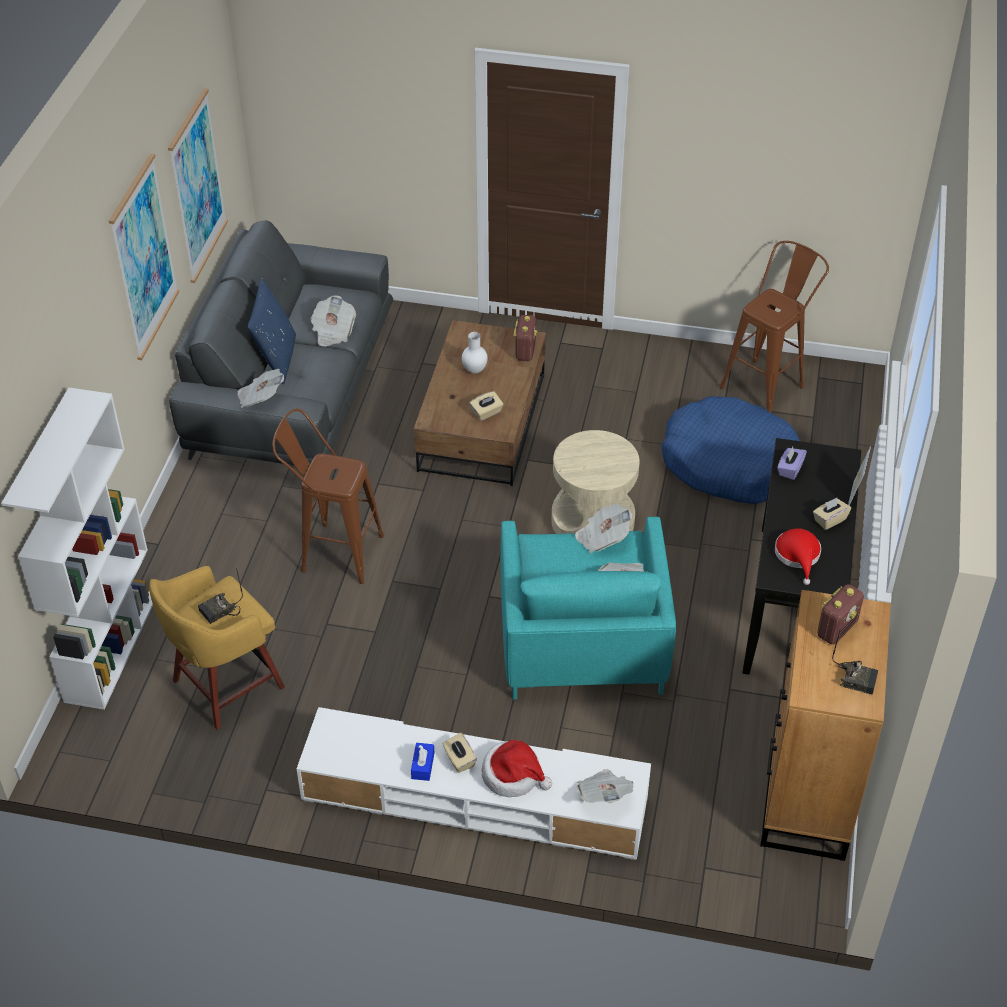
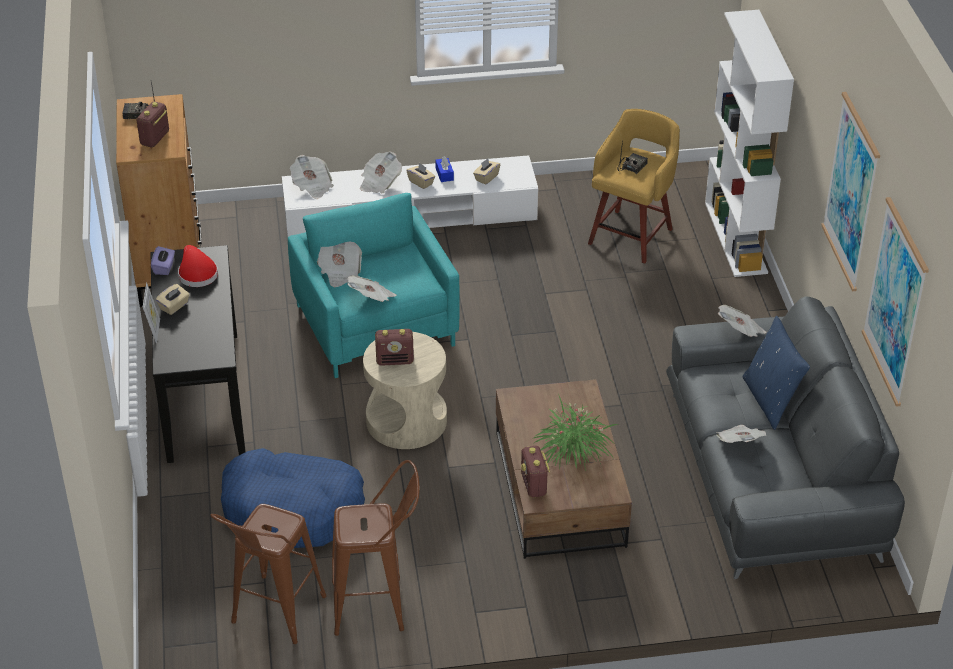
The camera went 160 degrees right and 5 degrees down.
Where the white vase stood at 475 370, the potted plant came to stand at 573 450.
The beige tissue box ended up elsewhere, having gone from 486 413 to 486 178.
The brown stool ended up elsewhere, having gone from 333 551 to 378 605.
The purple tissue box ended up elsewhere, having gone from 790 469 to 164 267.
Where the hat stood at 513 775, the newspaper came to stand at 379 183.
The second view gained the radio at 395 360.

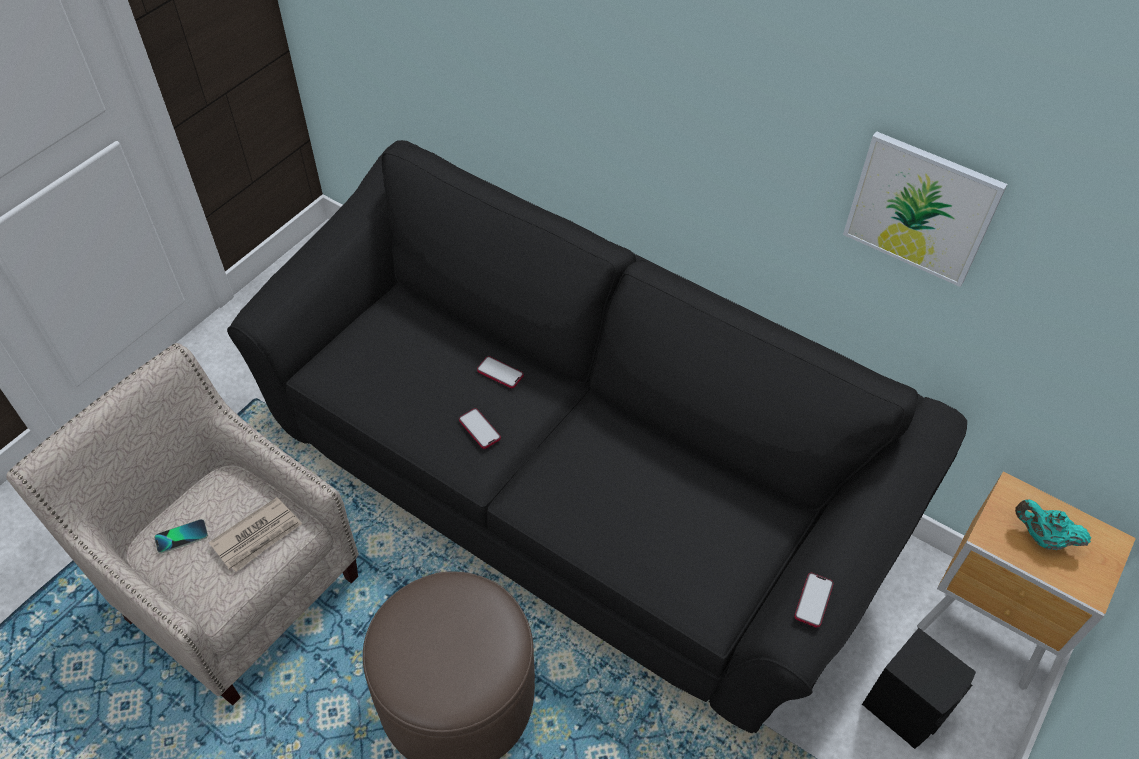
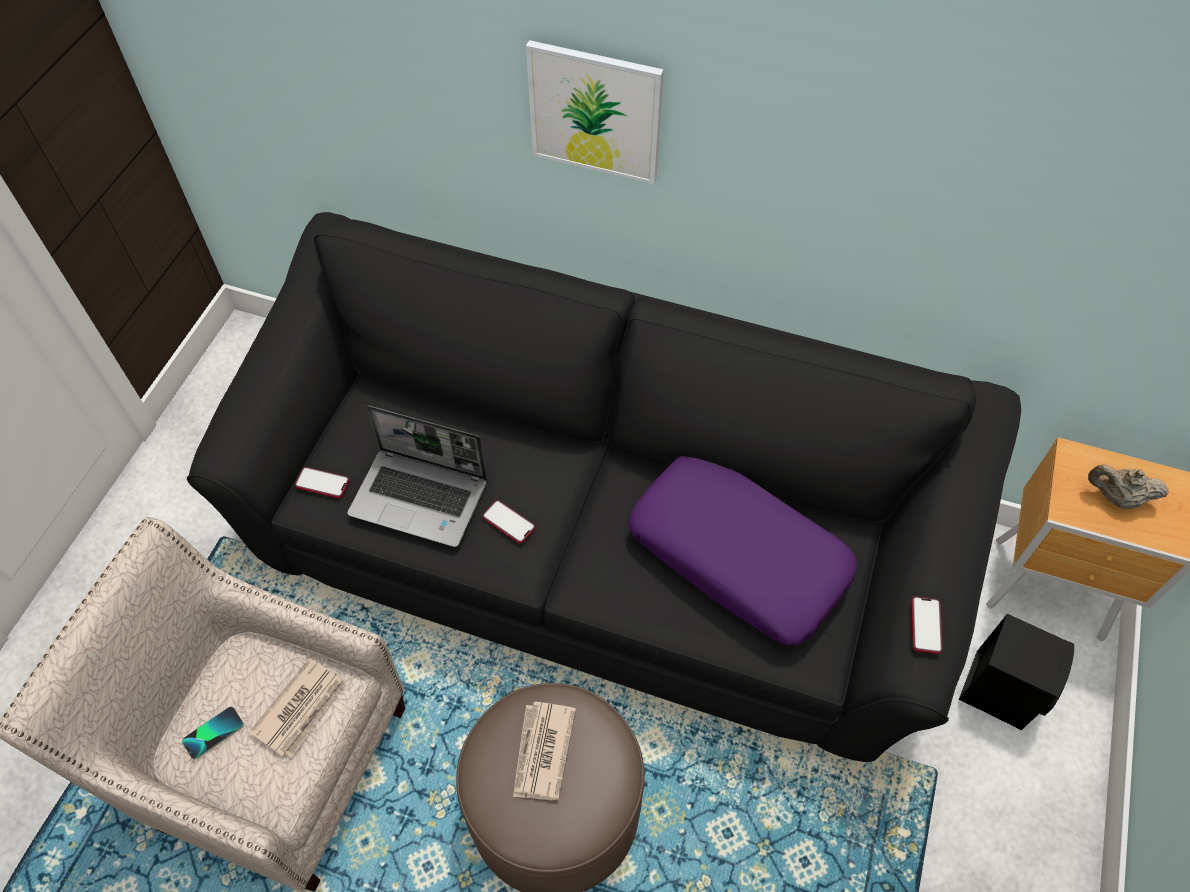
The camera went 15 degrees left and 5 degrees up.
The picture ended up elsewhere, having gone from 921 208 to 595 112.
The phone ended up elsewhere, having gone from 500 373 to 322 483.
What was the turquoise teapot at 1042 538 turned into the beige teapot at 1116 498.
The second view gained the laptop at 421 497.
The second view gained the purple pillow at 739 555.
The second view gained the newspaper at 542 752.

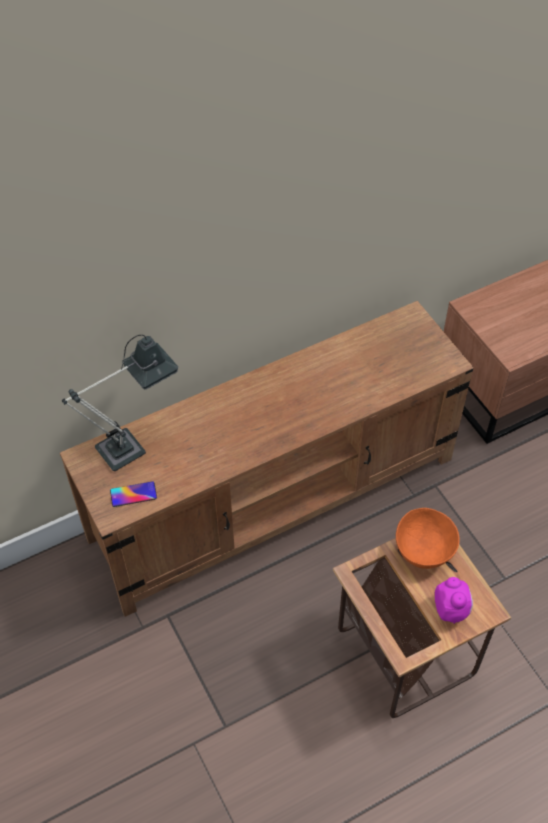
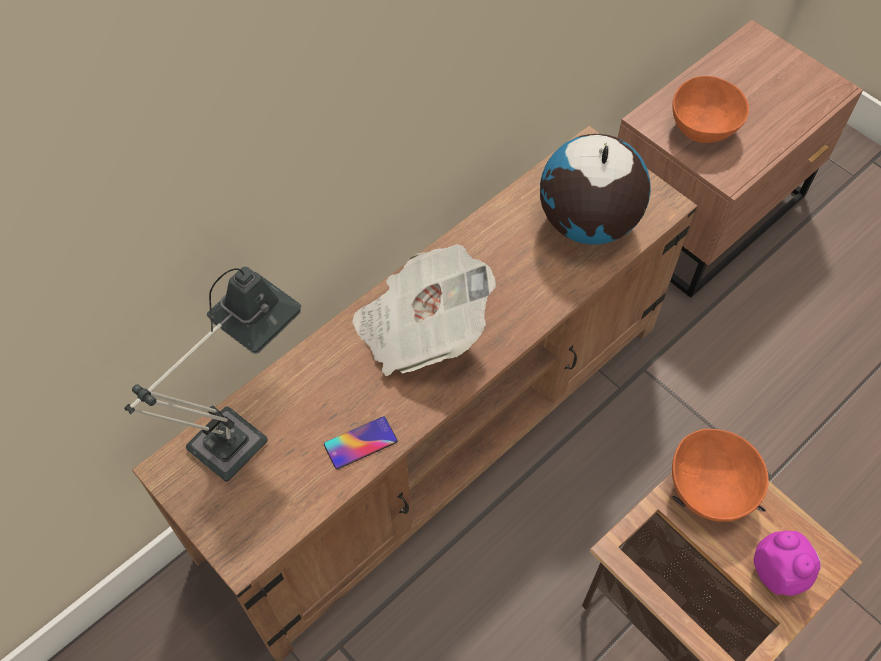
The camera went 15 degrees left and 5 degrees up.
The phone ended up elsewhere, having gone from 133 494 to 360 443.
The second view gained the orange bowl at 703 127.
The second view gained the globe at 586 223.
The second view gained the newspaper at 421 329.

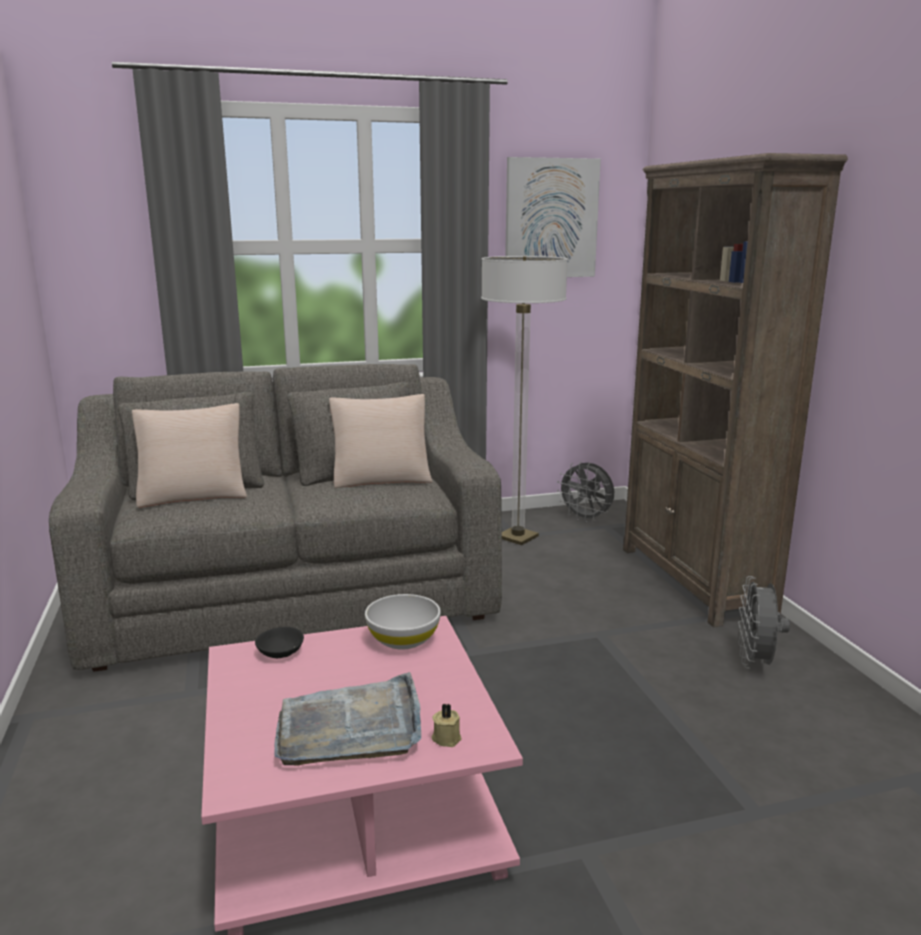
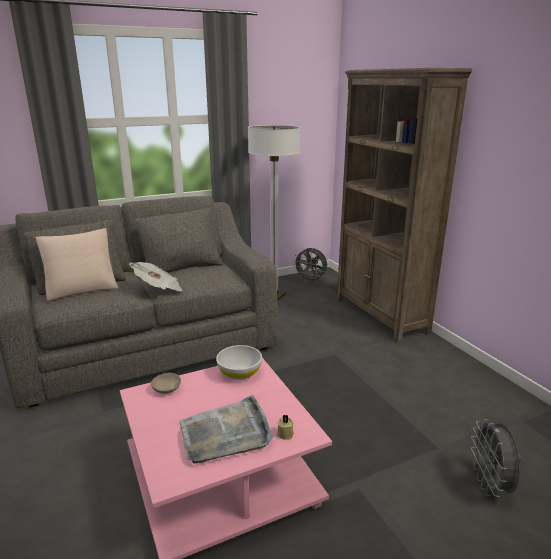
The camera went 10 degrees left and 5 degrees up.
The second view lost the picture at 551 218.
The second view lost the beige pillow at 381 477.
The grey fan ended up elsewhere, having gone from 755 663 to 490 485.
What was the black bowl at 279 652 turned into the beige bowl at 166 389.
The second view gained the newspaper at 158 289.

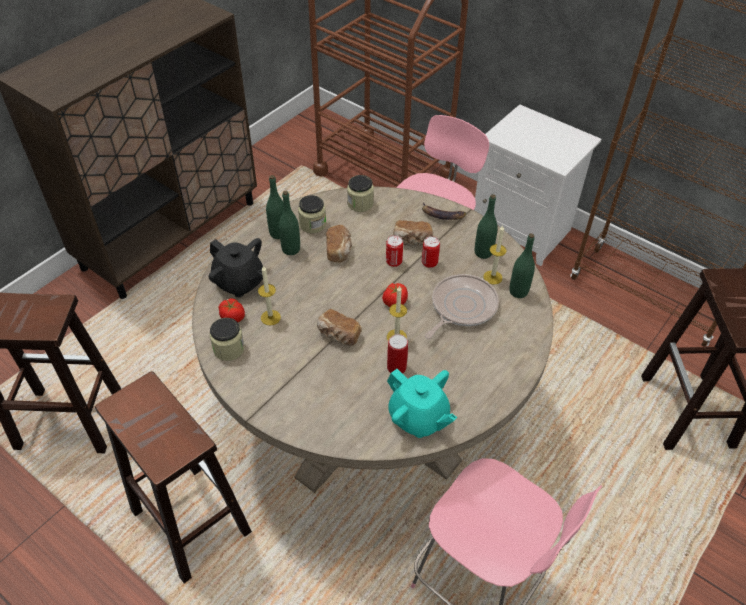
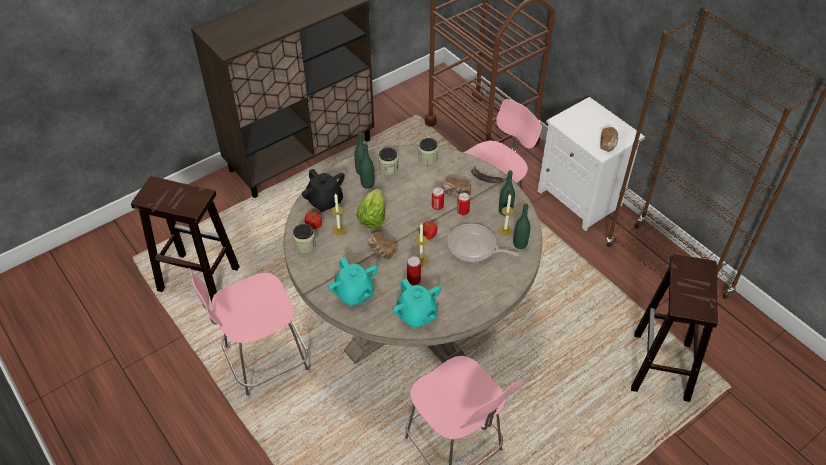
The camera went 15 degrees right and 0 degrees up.
The bread ended up elsewhere, having gone from 339 250 to 608 144.
The frying pan at 461 307 ended up facing another way, 120 degrees counterclockwise from before.
Where the brown stool stood at 189 520, the pink chair came to stand at 264 363.
The second view gained the lettuce at 372 217.
The second view gained the turquoise teapot at 354 294.

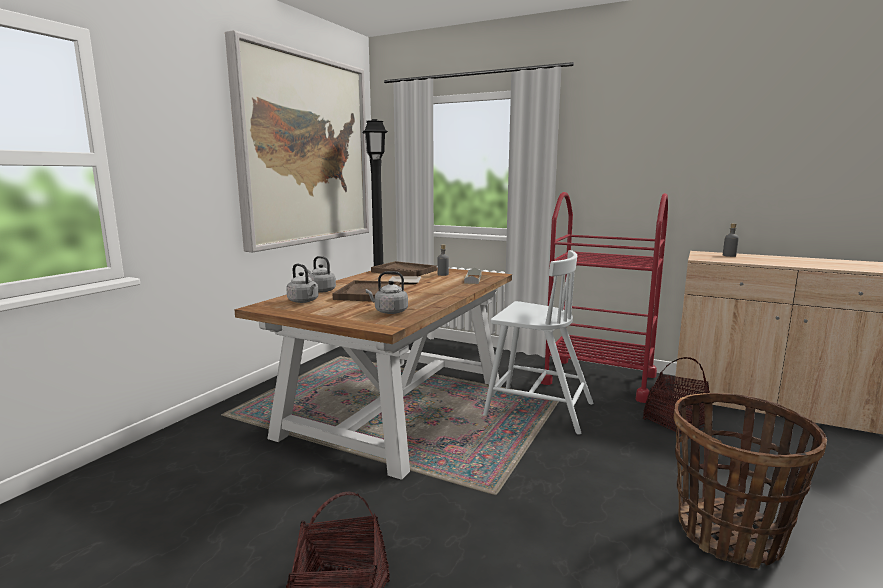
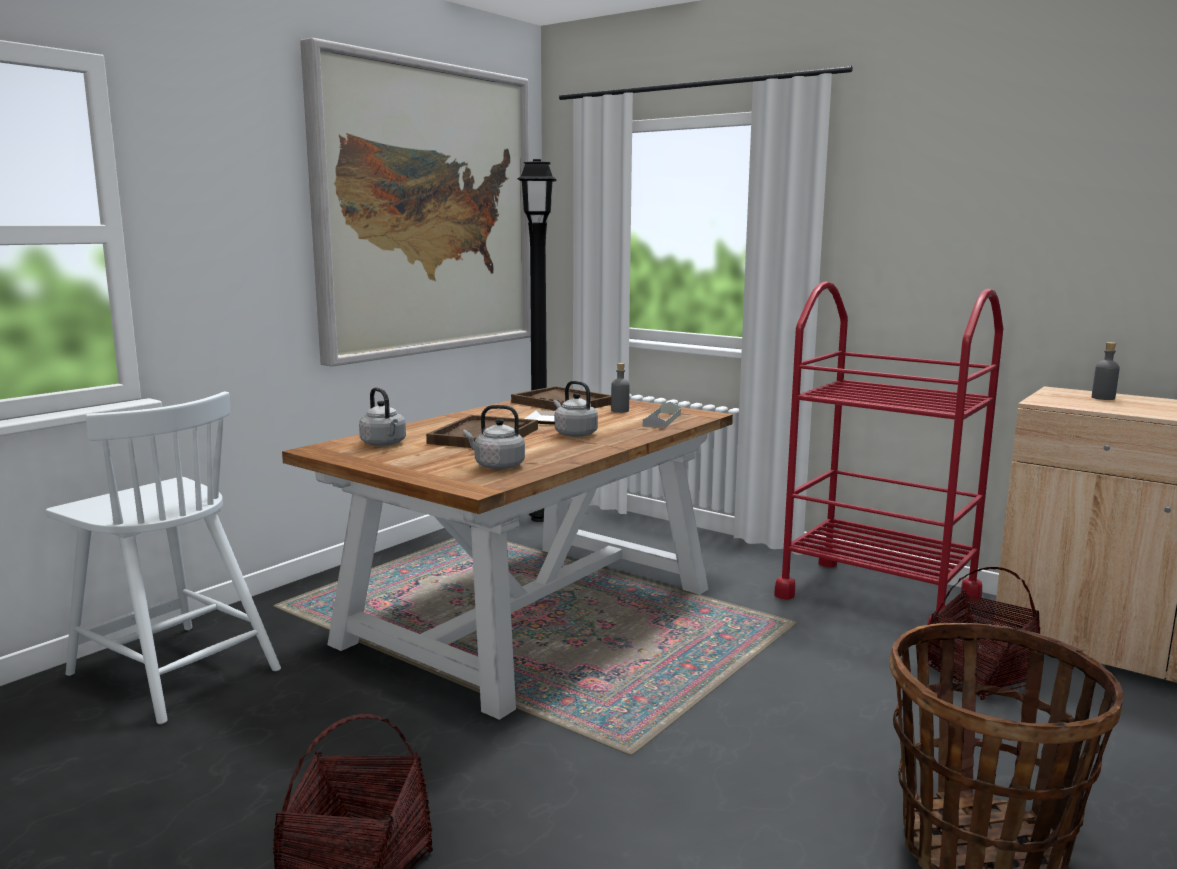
The camera went 10 degrees right and 0 degrees up.
The white chair ended up elsewhere, having gone from 537 409 to 172 670.
The grey kettle ended up elsewhere, having gone from 320 290 to 574 434.

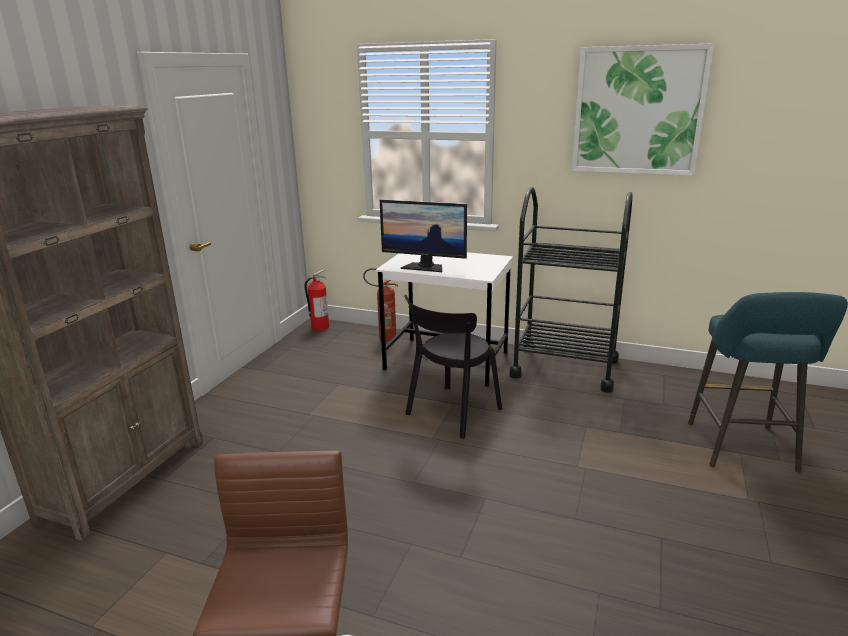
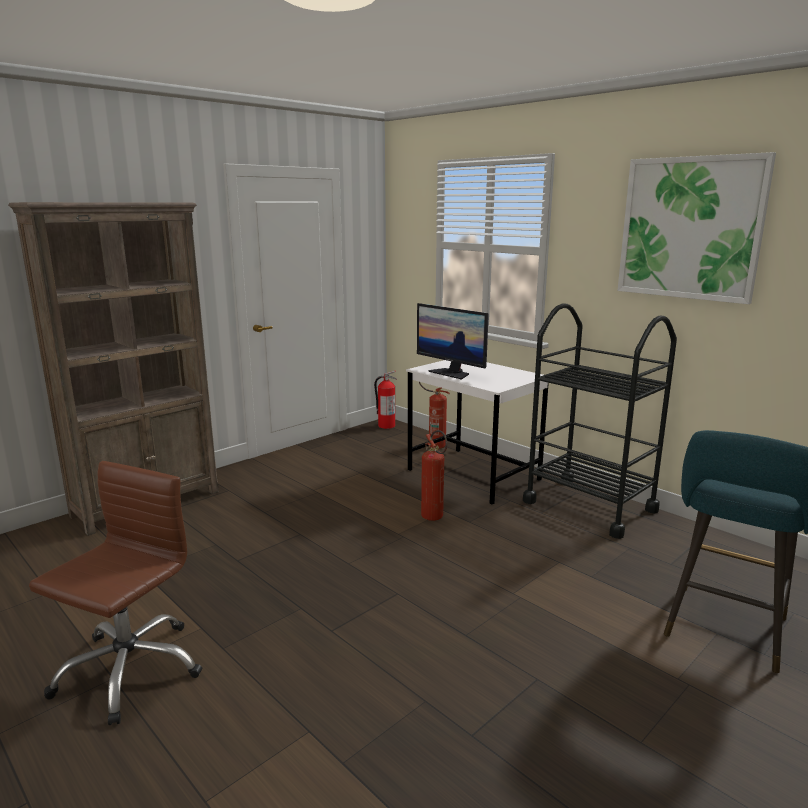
The camera went 25 degrees right and 5 degrees down.
Where the black chair stood at 451 413, the fire extinguisher came to stand at 434 518.

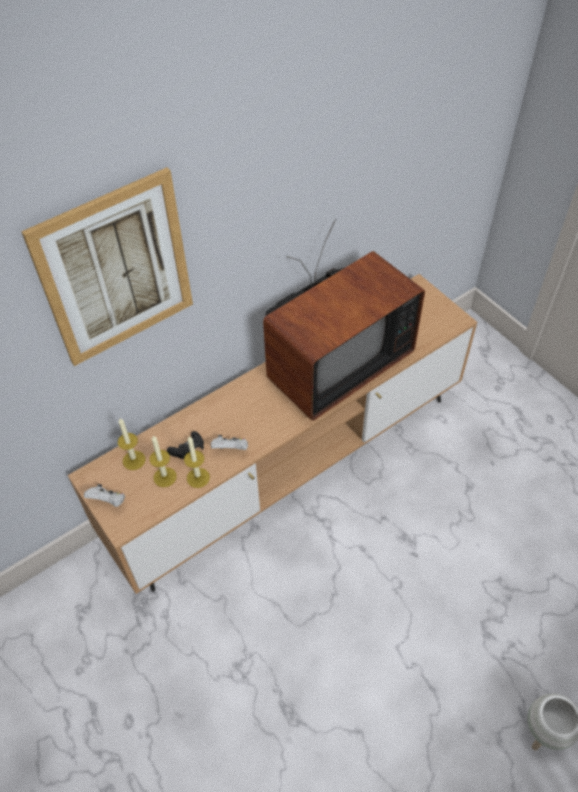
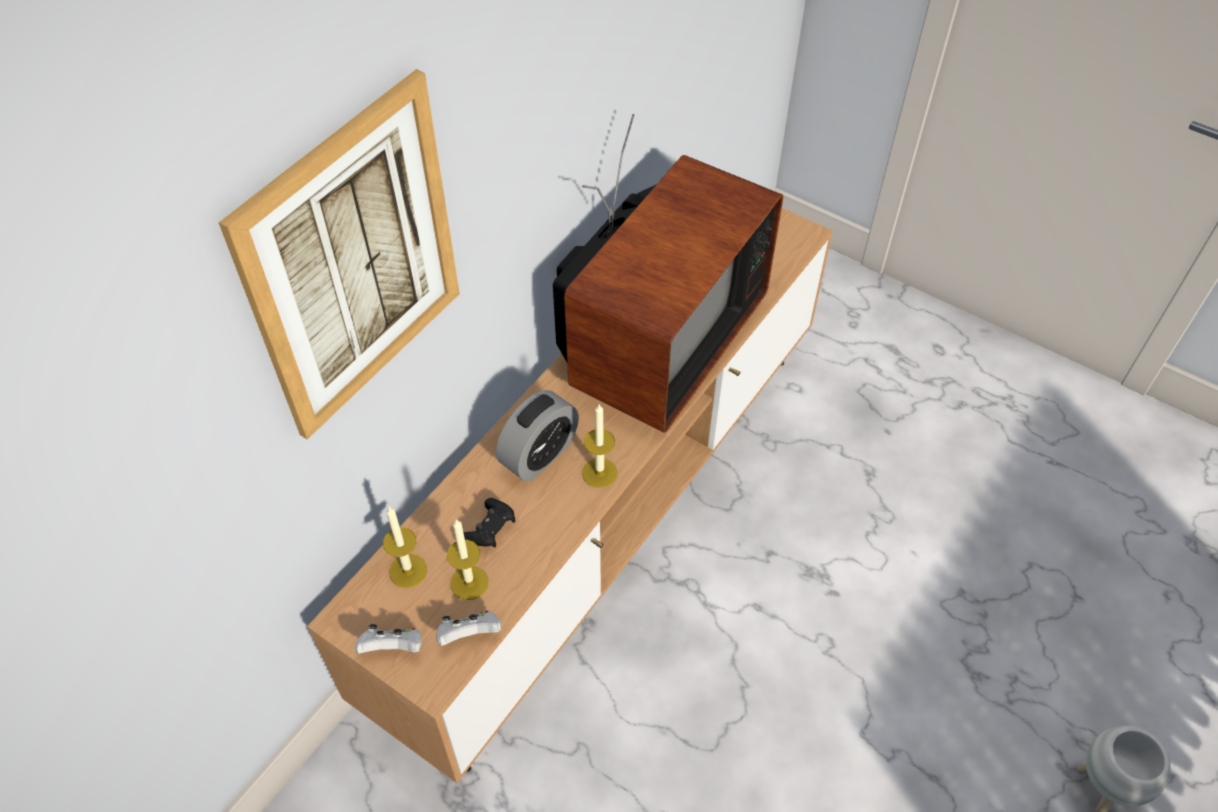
The camera went 20 degrees left and 0 degrees up.
The white game controller ended up elsewhere, having gone from 231 449 to 469 635.
The candle ended up elsewhere, having gone from 198 477 to 599 473.
The second view gained the alarm clock at 539 455.

